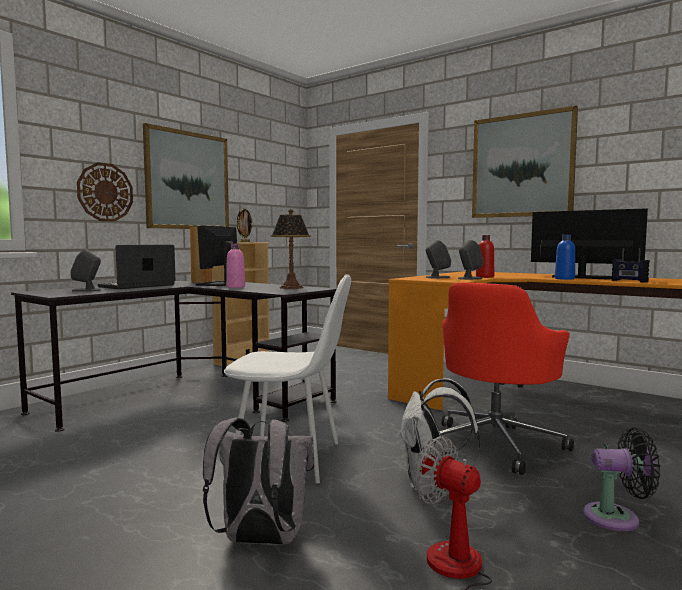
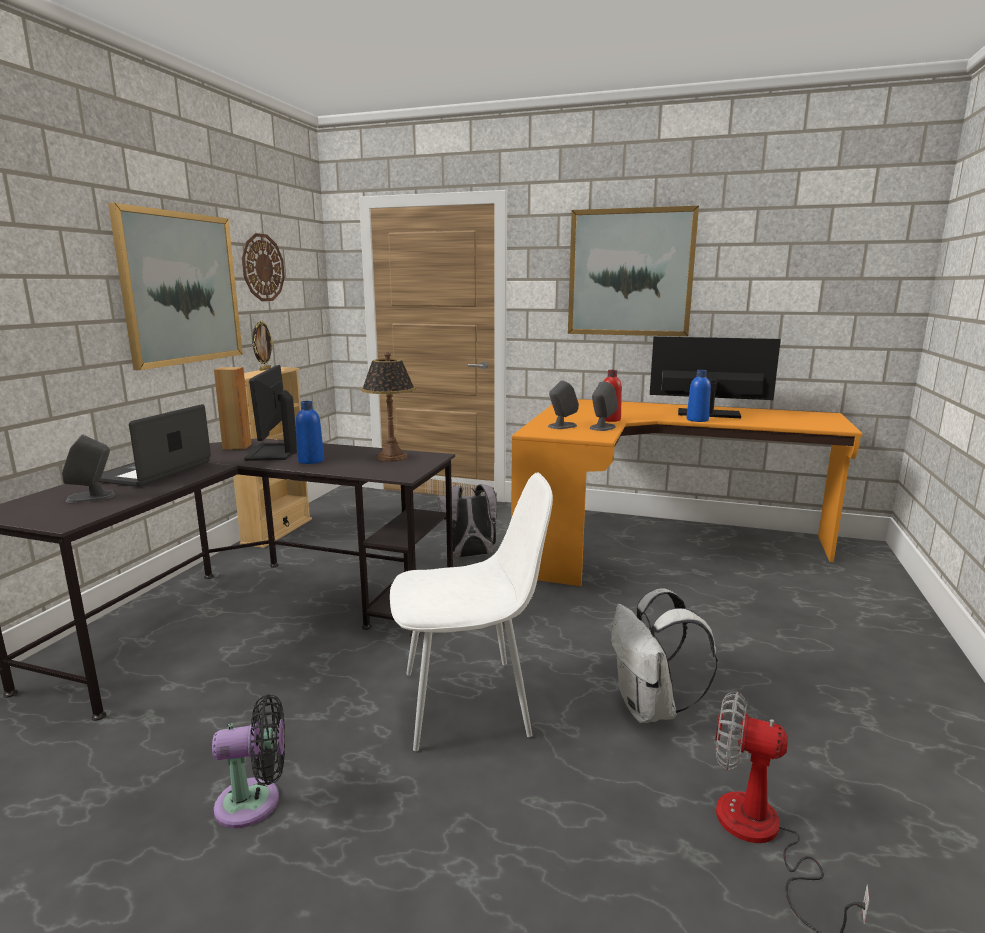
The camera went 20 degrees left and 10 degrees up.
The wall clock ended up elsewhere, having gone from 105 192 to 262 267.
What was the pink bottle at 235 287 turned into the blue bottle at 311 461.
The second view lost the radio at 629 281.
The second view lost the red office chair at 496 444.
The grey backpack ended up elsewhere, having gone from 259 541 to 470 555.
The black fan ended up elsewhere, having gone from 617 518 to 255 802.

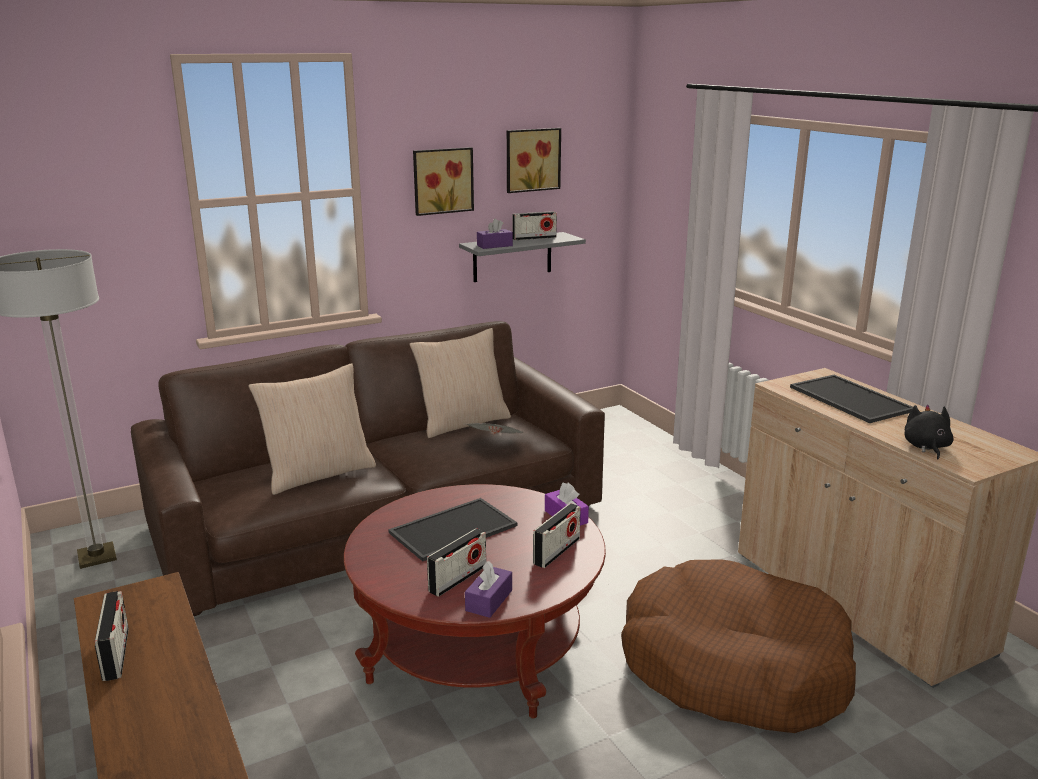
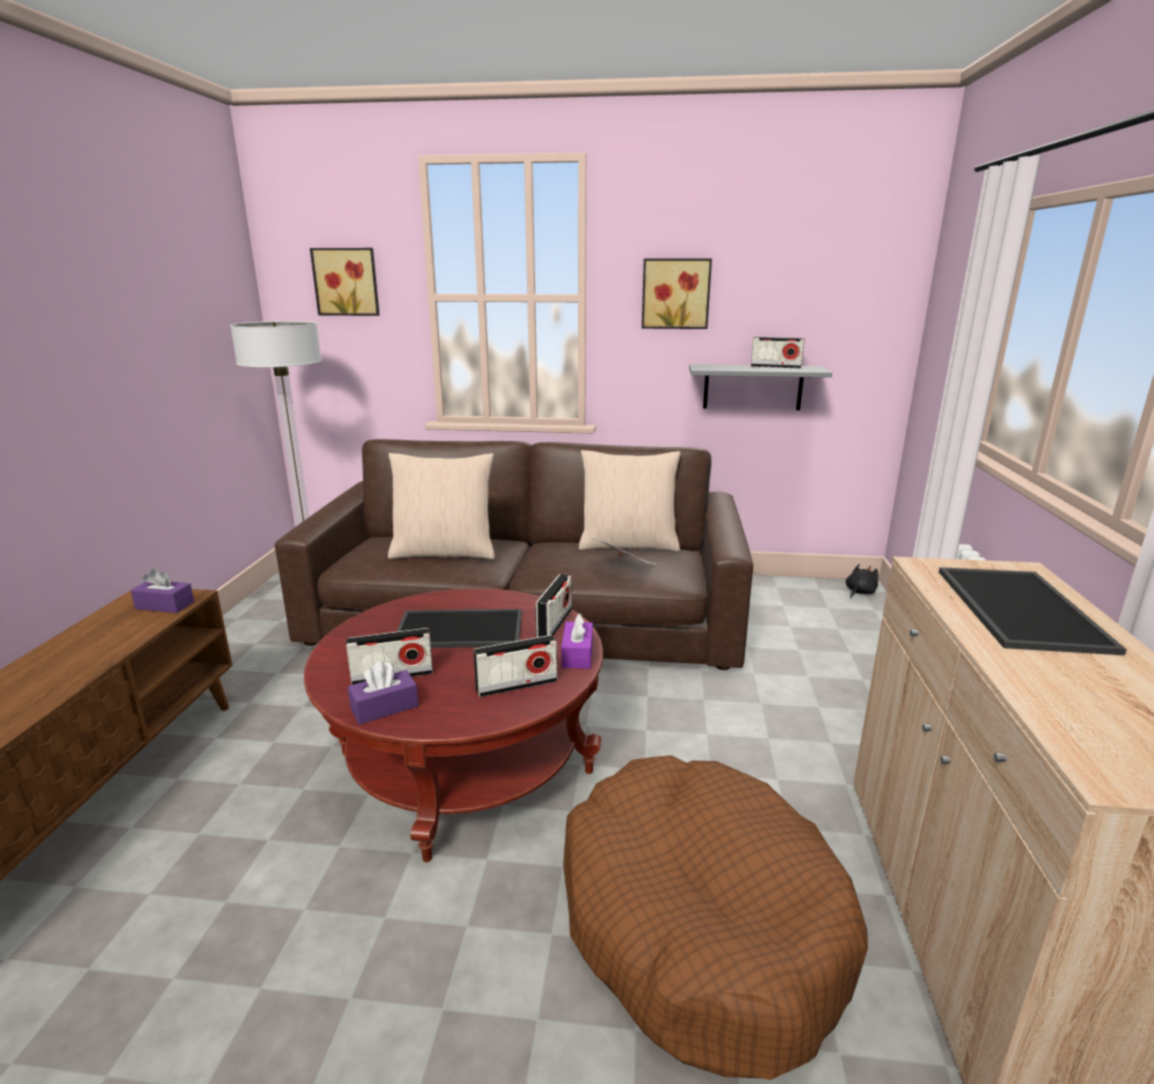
The camera went 35 degrees right and 0 degrees up.
The picture ended up elsewhere, having gone from 531 159 to 347 282.
The purple tissue box ended up elsewhere, having gone from 494 245 to 165 605.
The black plush toy ended up elsewhere, having gone from 926 447 to 859 592.
The radio ended up elsewhere, having gone from 116 654 to 554 623.

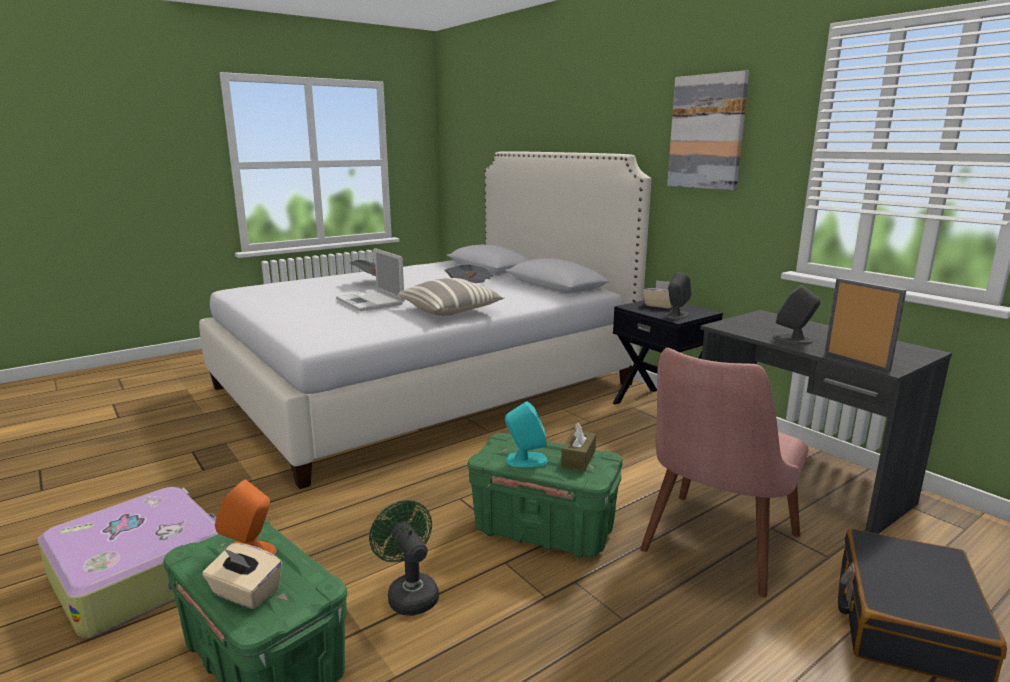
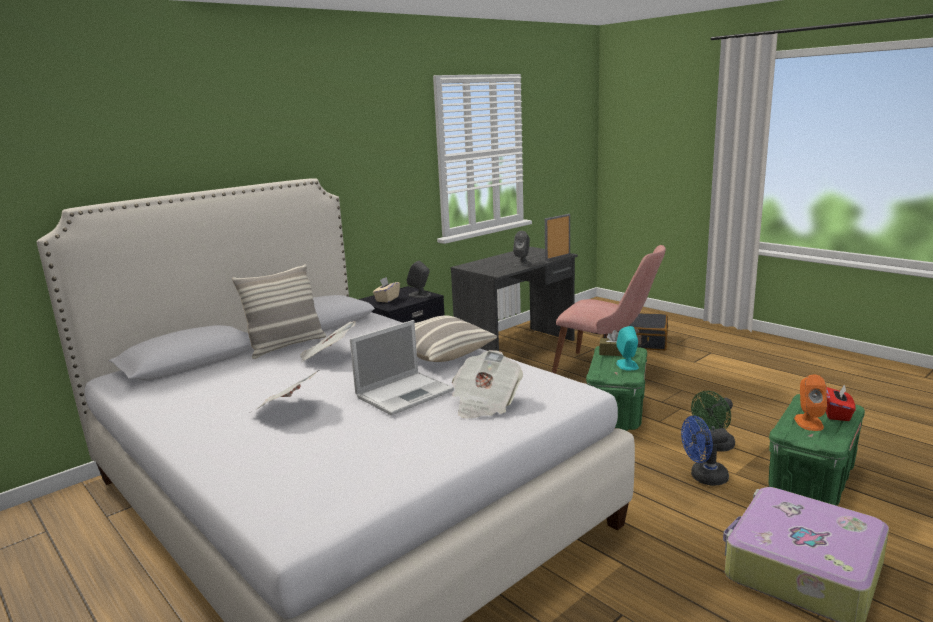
The camera went 95 degrees left and 0 degrees up.
The second view lost the picture at 707 132.
What was the beige tissue box at 245 593 turned into the red tissue box at 837 414.
The second view gained the pillow at 286 346.
The second view gained the newspaper at 485 403.
The second view gained the blue fan at 703 478.

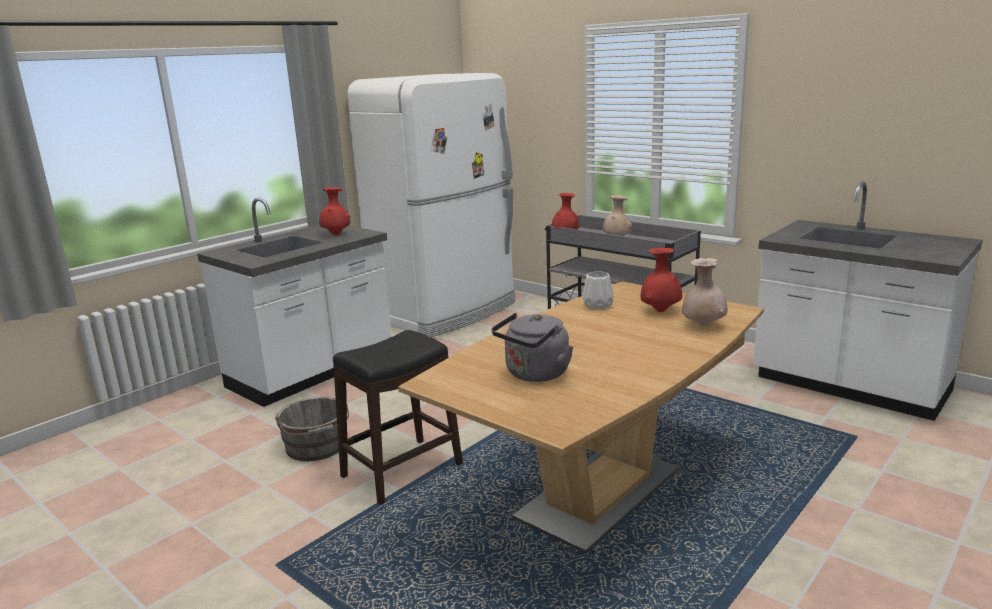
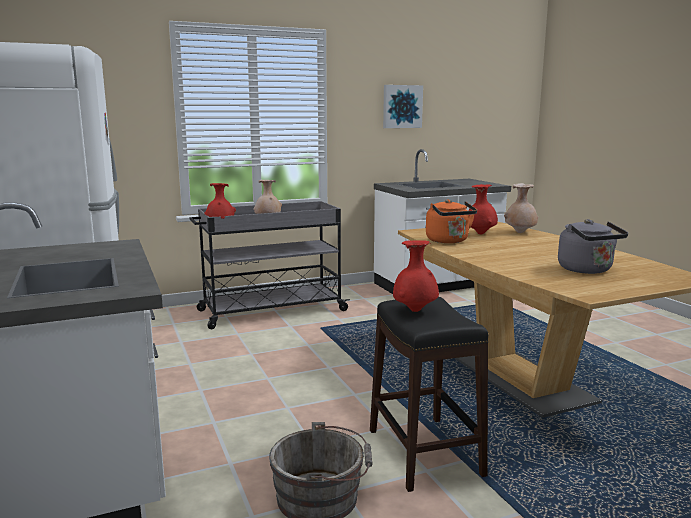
The camera went 65 degrees left and 5 degrees down.
The red vase ended up elsewhere, having gone from 336 234 to 415 311.
Where the white vase stood at 596 305, the orange kettle came to stand at 449 241.
The second view gained the picture at 402 106.

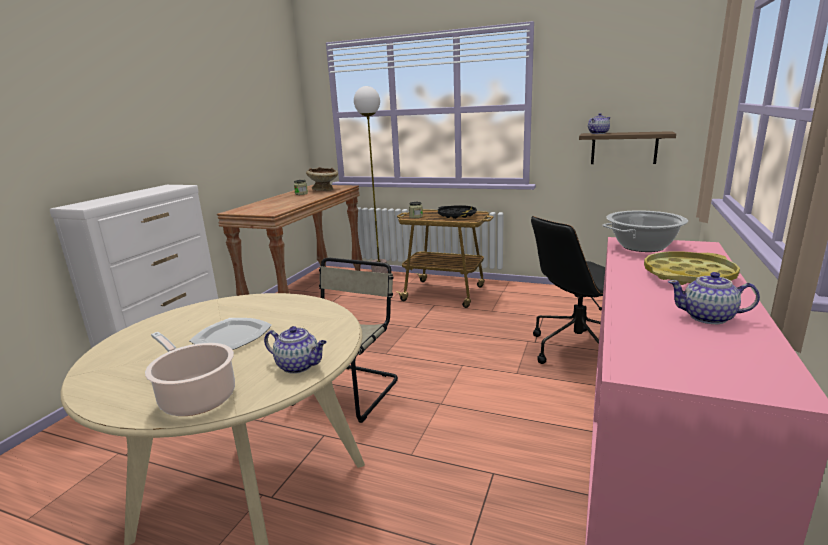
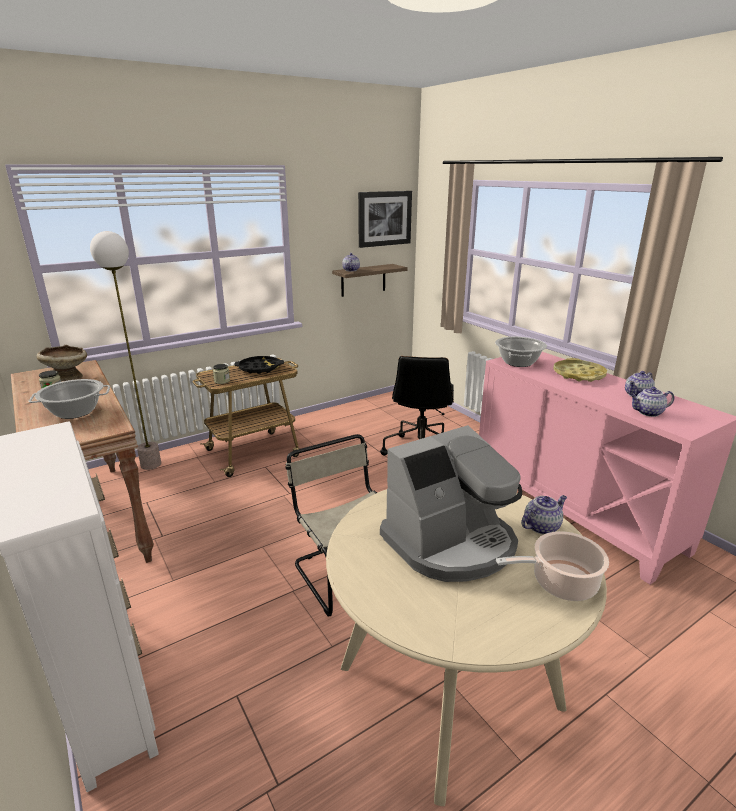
The camera went 55 degrees left and 5 degrees up.
Where the plate stood at 233 336, the coffee machine came to stand at 451 543.
The second view gained the picture at 384 218.
The second view gained the cooking pot at 75 412.
The second view gained the teapot at 647 413.

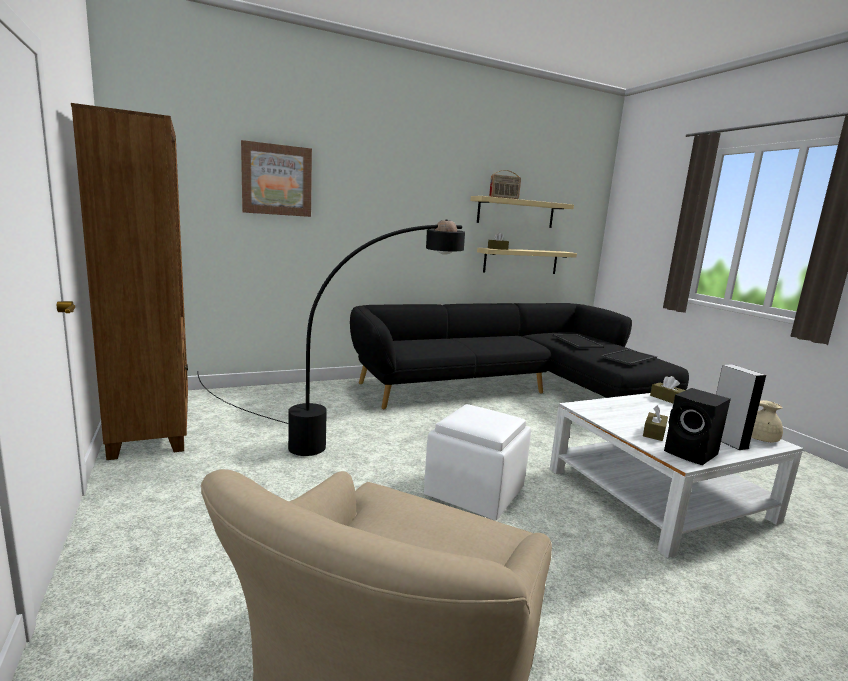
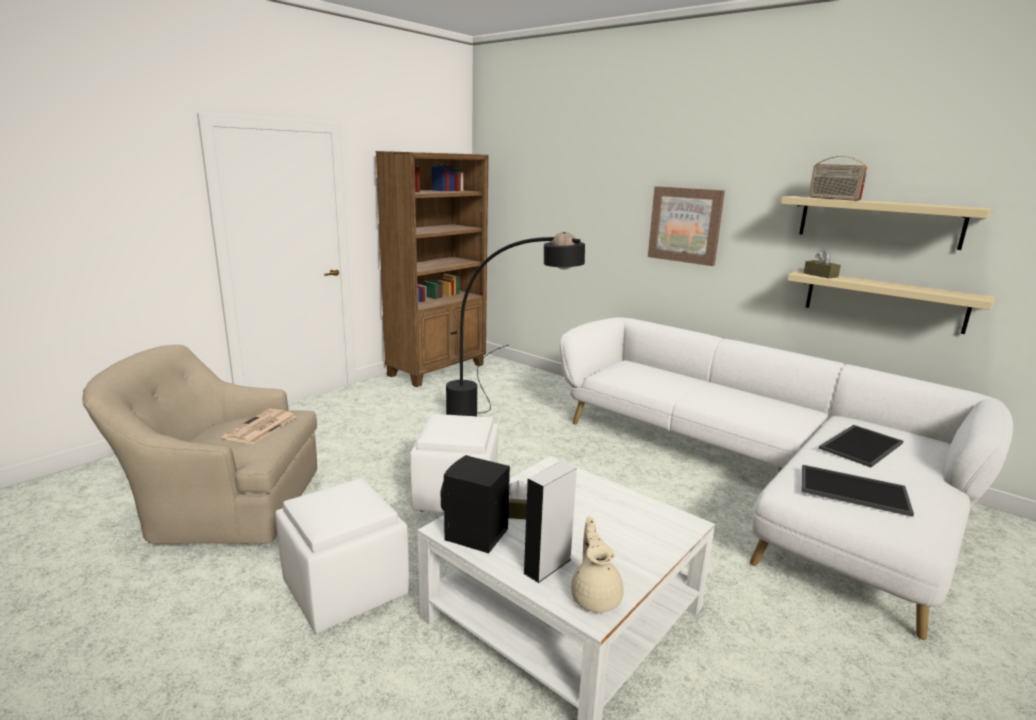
The camera went 65 degrees right and 5 degrees up.
The picture ended up elsewhere, having gone from 277 180 to 685 225.
What was the black sofa at 514 389 turned into the white sofa at 760 478.
The second view lost the brown tissue box at 666 399.
The second view gained the newspaper at 260 427.
The second view gained the white ottoman at 344 588.

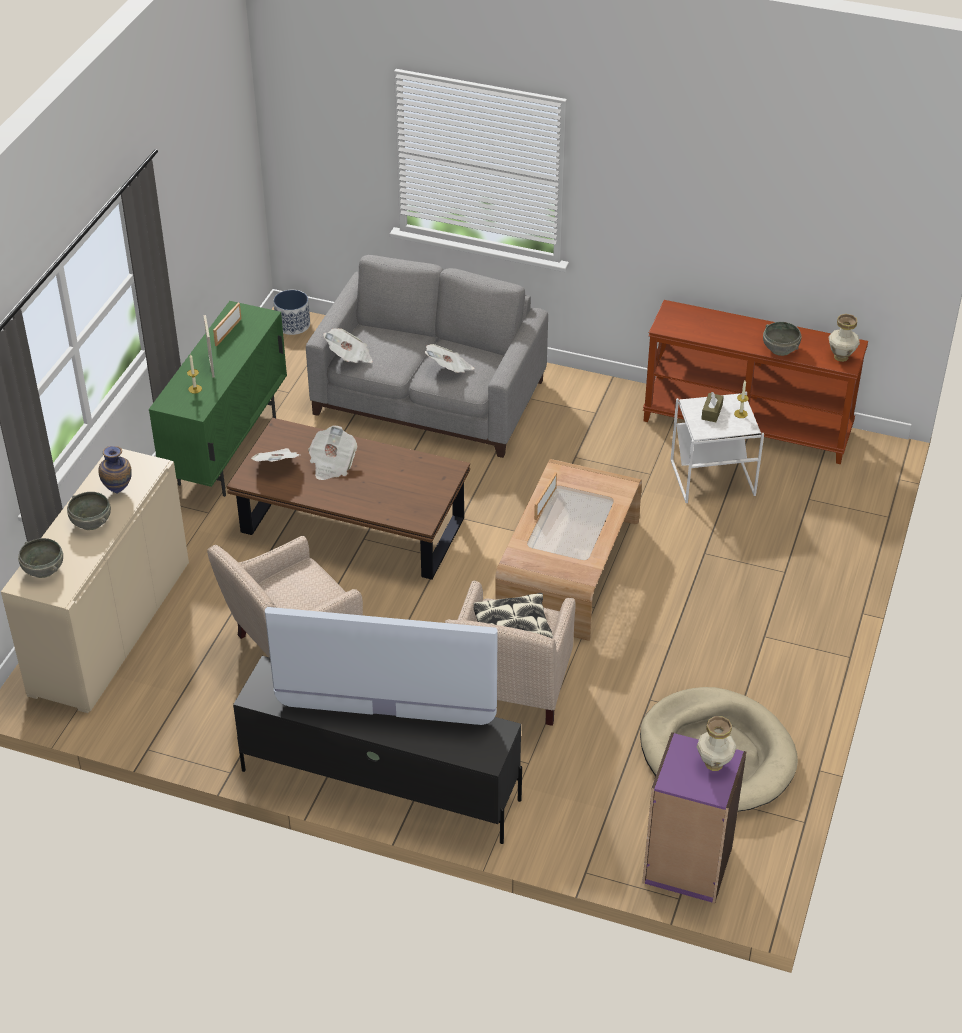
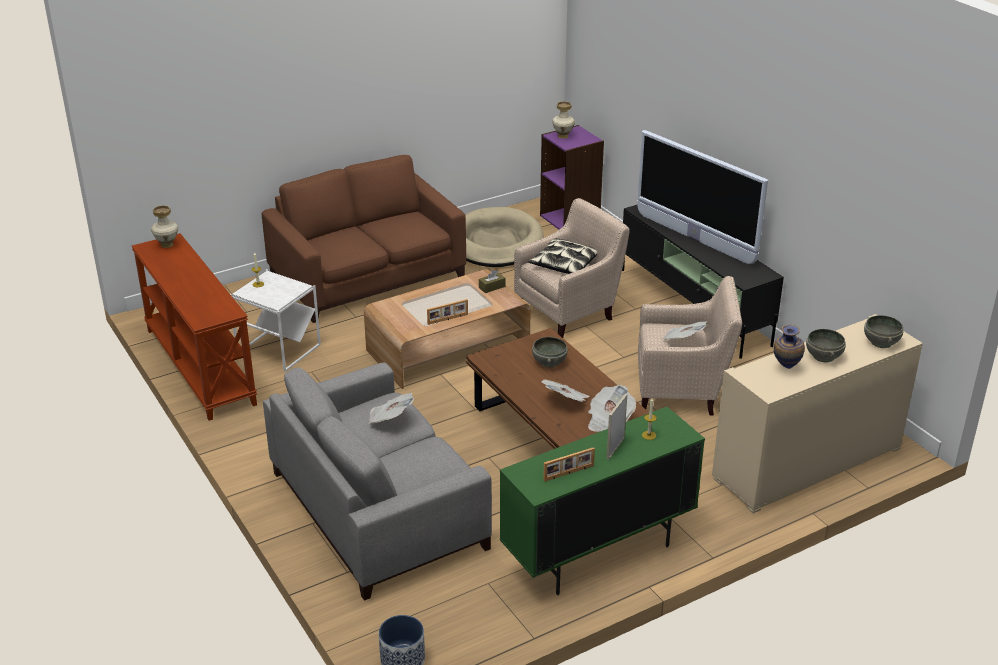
The camera went 140 degrees left and 10 degrees down.
The grey bowl ended up elsewhere, having gone from 780 349 to 548 362.
The newspaper ended up elsewhere, having gone from 349 357 to 683 340.
The brown tissue box ended up elsewhere, having gone from 712 412 to 492 287.
The second view gained the brown sofa at 368 276.

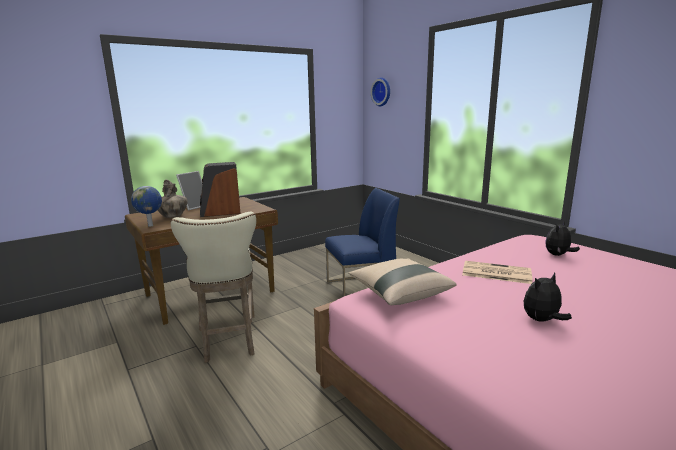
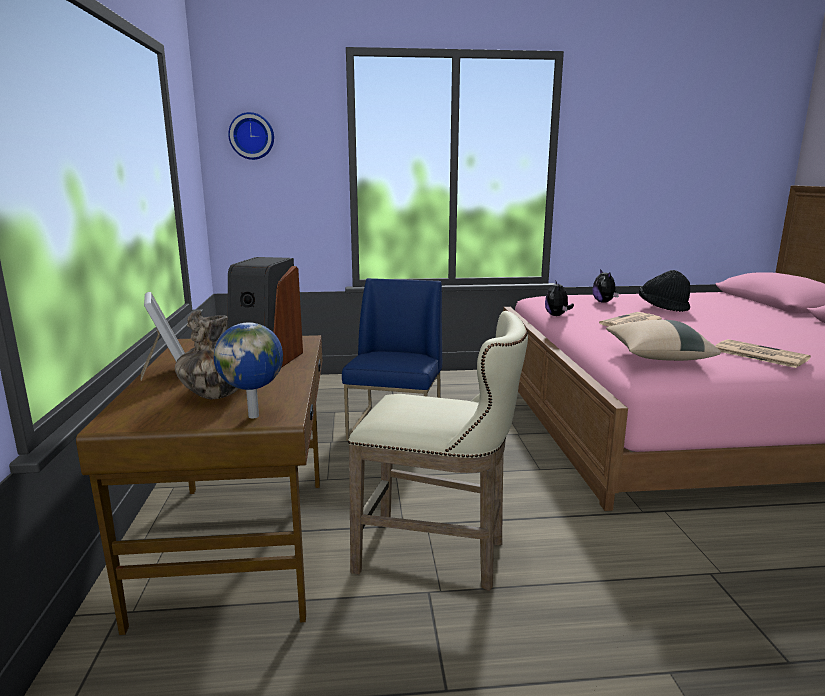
The camera went 60 degrees left and 0 degrees up.
The plush toy ended up elsewhere, having gone from 542 320 to 557 315.
The second view gained the black hat at 662 308.
The second view gained the newspaper at 758 354.

